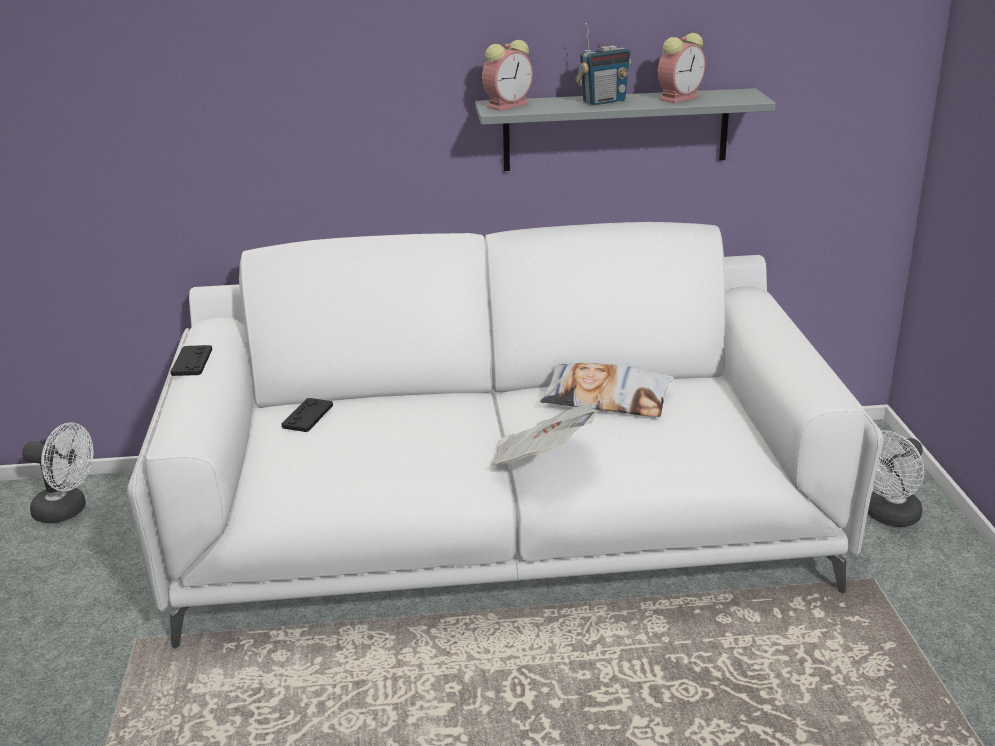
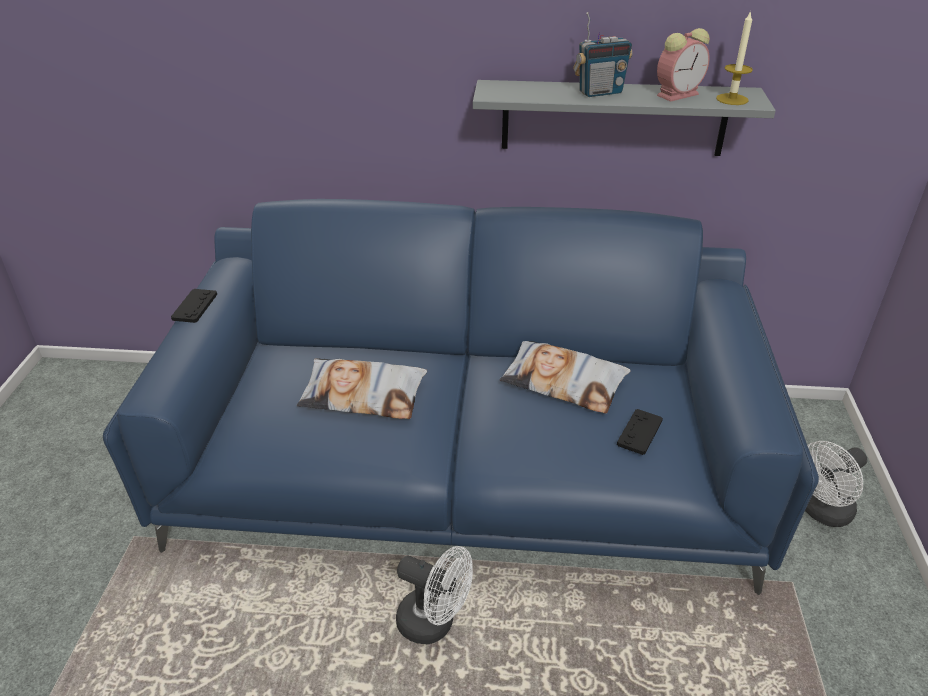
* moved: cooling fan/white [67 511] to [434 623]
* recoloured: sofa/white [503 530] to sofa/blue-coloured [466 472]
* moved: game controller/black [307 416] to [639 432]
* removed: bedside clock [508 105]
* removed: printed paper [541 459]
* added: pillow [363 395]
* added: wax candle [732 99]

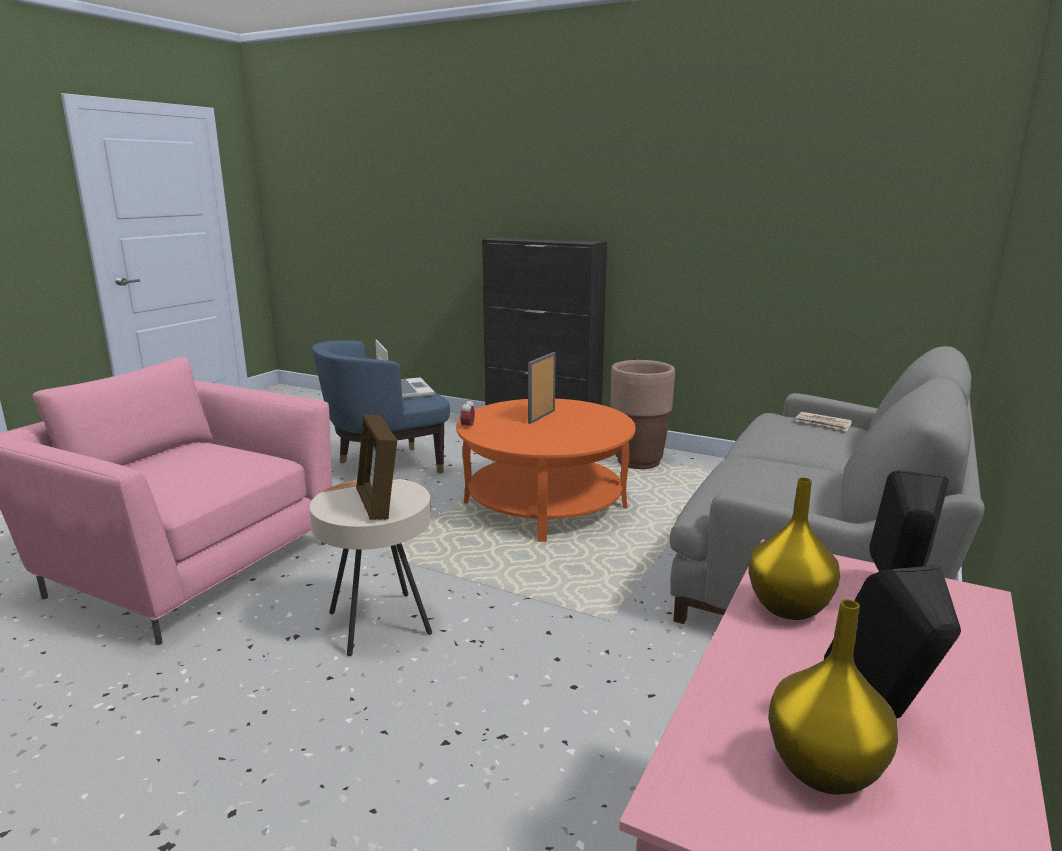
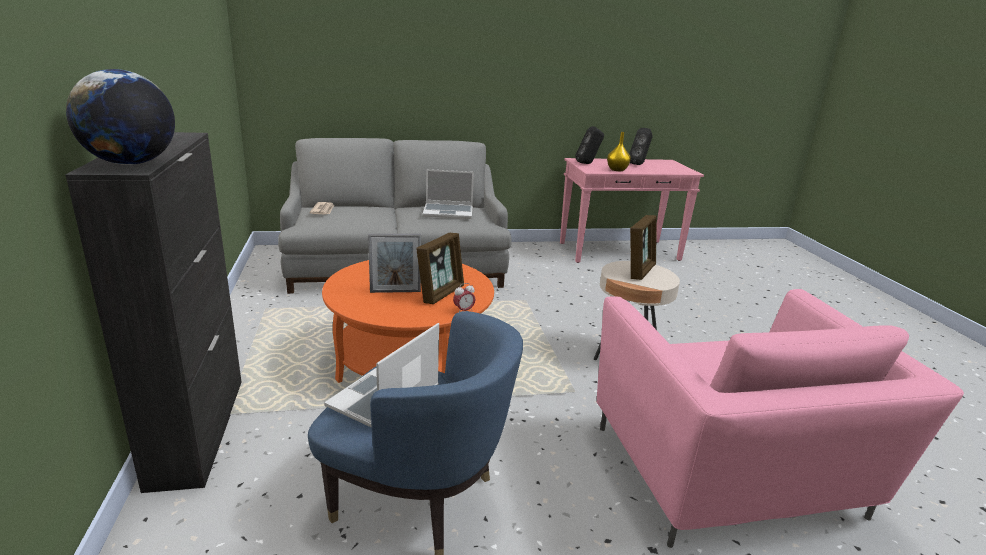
* removed: flower pot/brown-coloured [638 462]
* removed: decorative vase/yellow [826 770]
* added: world globe [131 163]
* added: photo frame [441 293]
* added: portable computer [449 212]

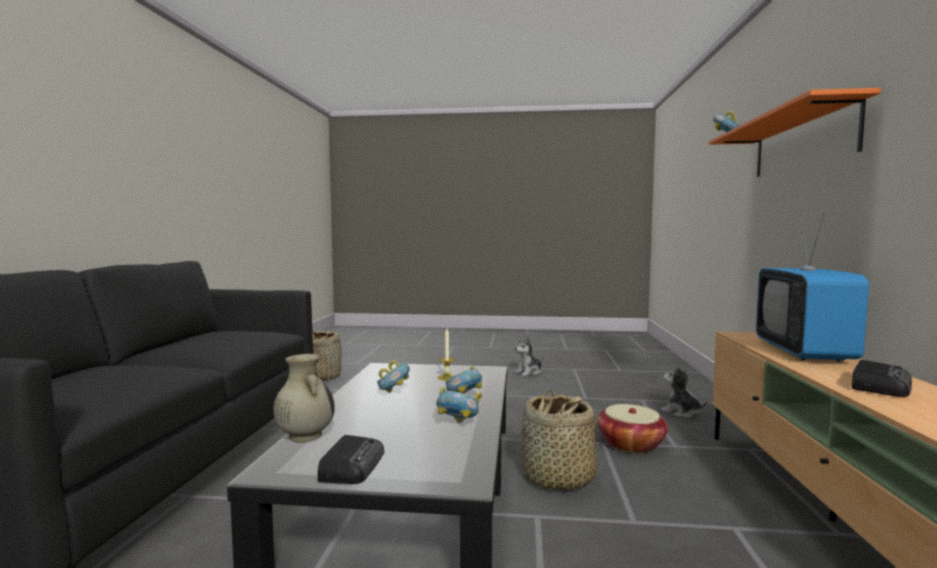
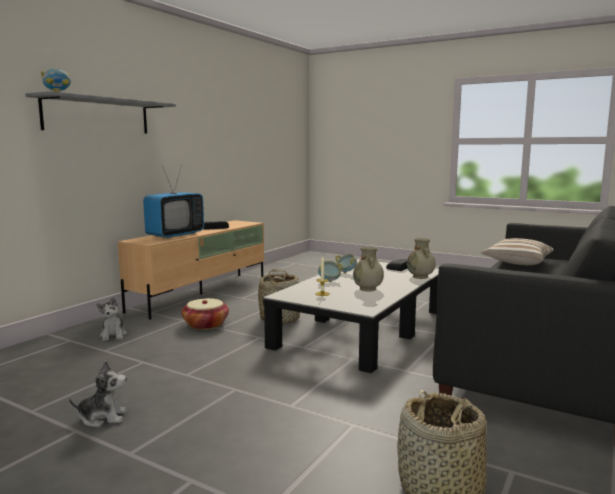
* replaced: bowl [393 392] to decorative vase/sand-coloured [368 289]
* recoloured: shelf/orange-coloured [802 143] to shelf/greyish [97 116]
* added: pillow [516 263]

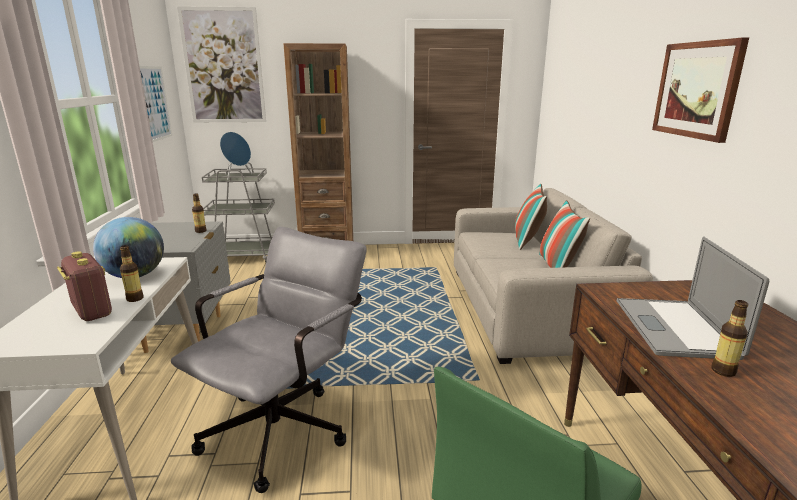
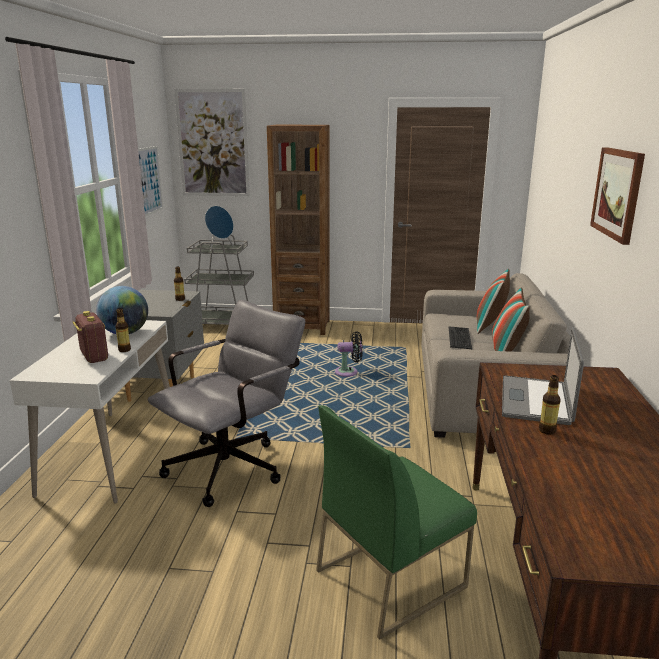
* added: cooling fan/black [349 372]
* added: computer keyboard [460 338]

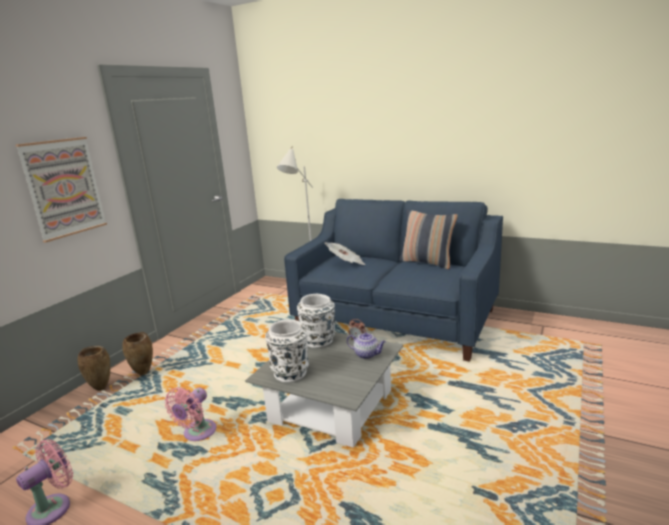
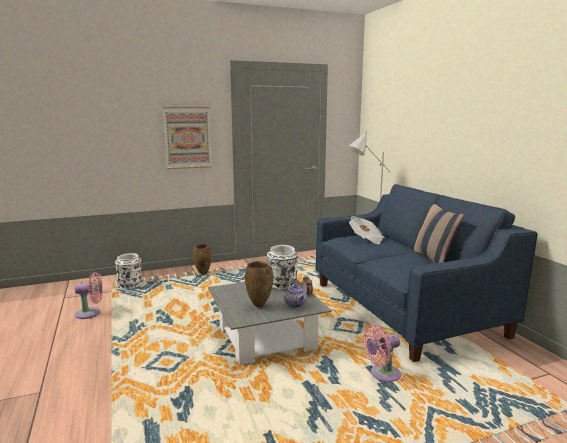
* moved: decorative vase/brown-coloured [102 388] to [260 306]
* moved: cooling fan/pinkish [197 433] to [382 374]
* moved: decorative vase/white [290 372] to [130 285]

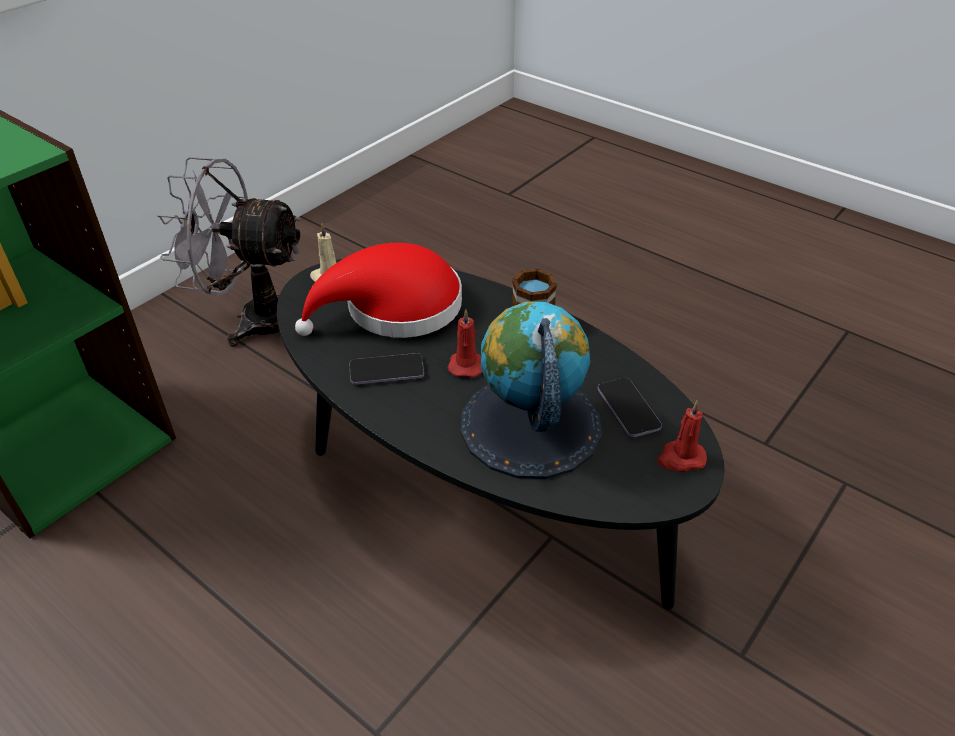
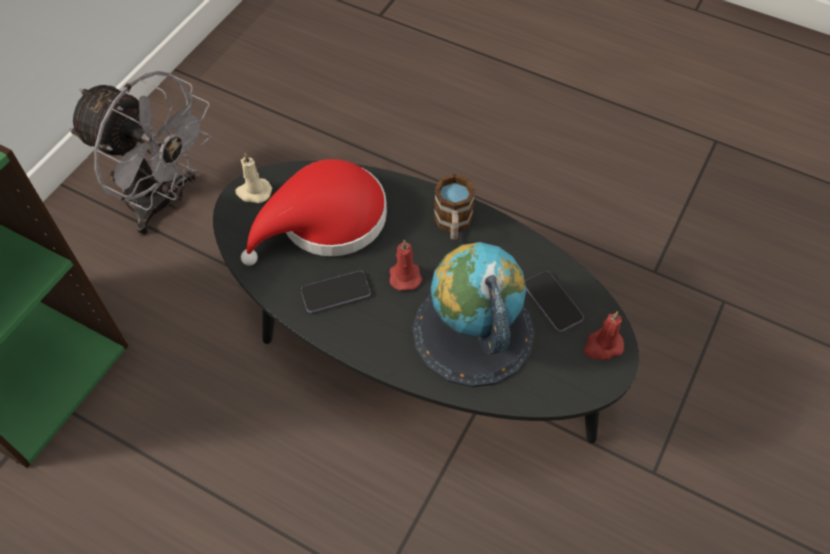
* turned: cooling fan/greyish [254 319] = [163 202] 150 degrees counterclockwise

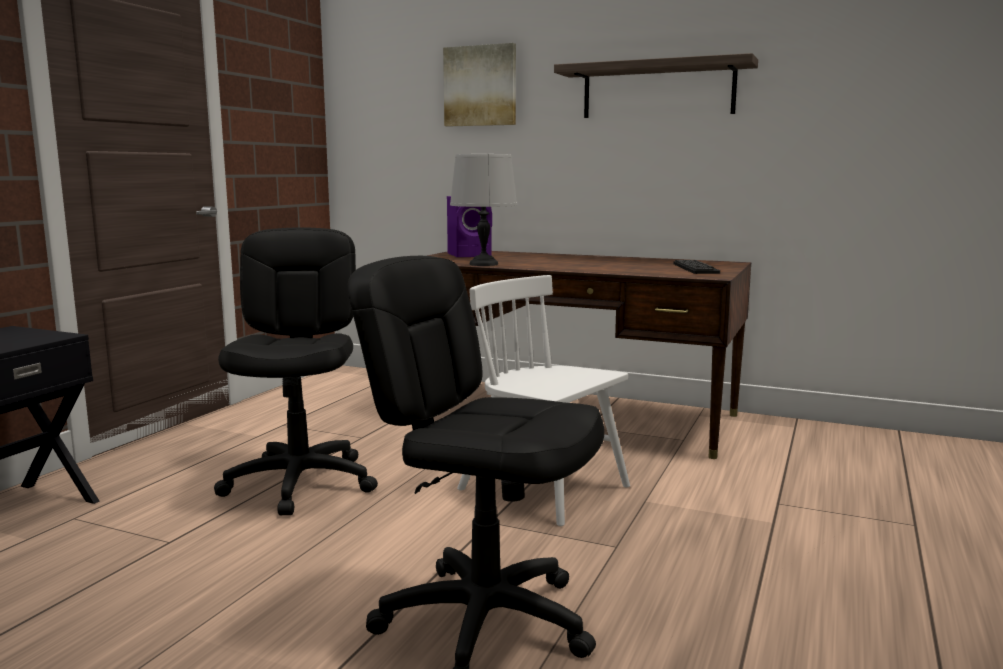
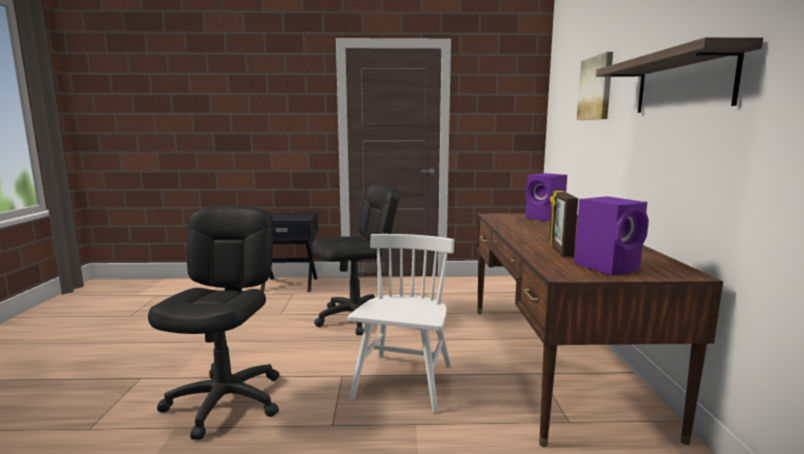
* removed: lamp for a table/greyish [483 264]
* replaced: computer keyboard [695 268] to speaker/purplish [608 267]
* added: photo frame [559 250]

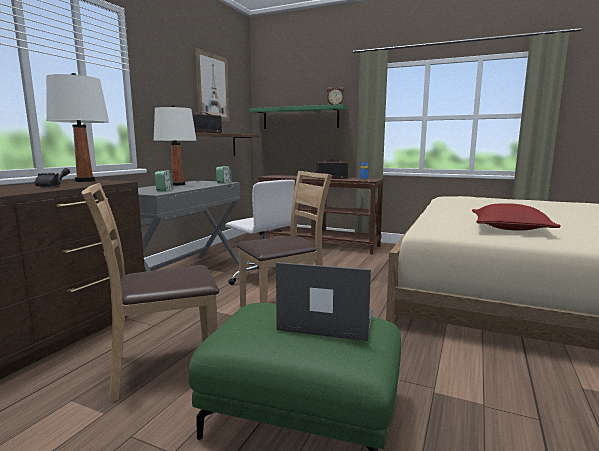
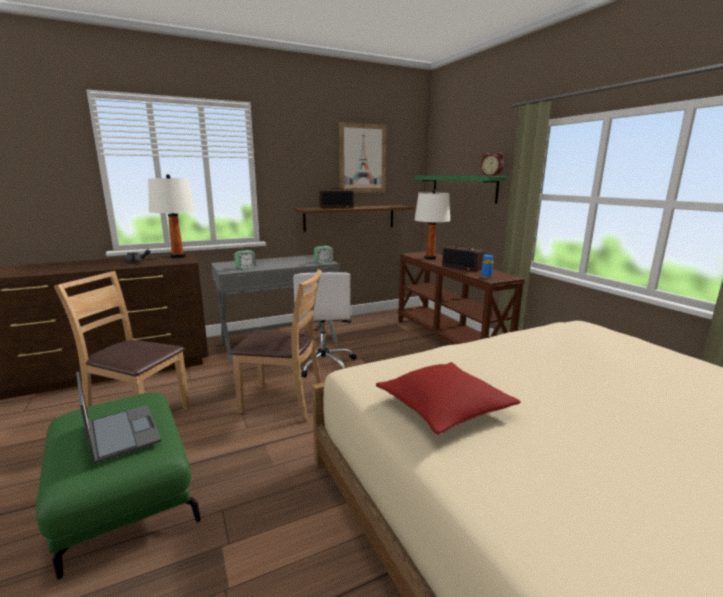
* moved: lamp for a table/white [178 185] to [430 258]

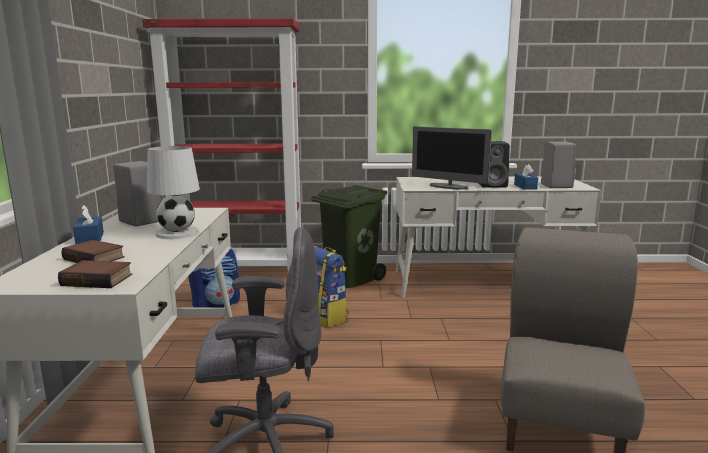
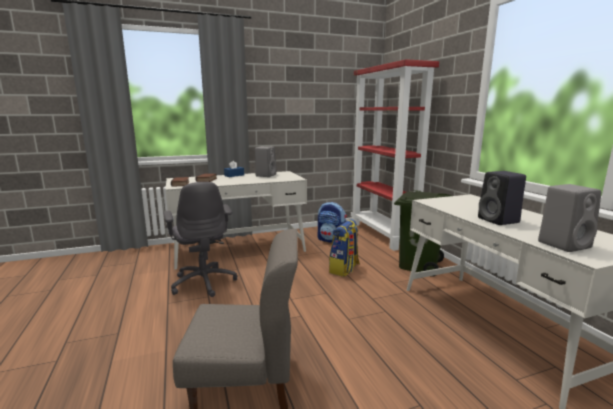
* removed: lamp for a table/white [178 233]
* removed: monitor [448 187]
* removed: box of tissues/blue-coloured [525 187]

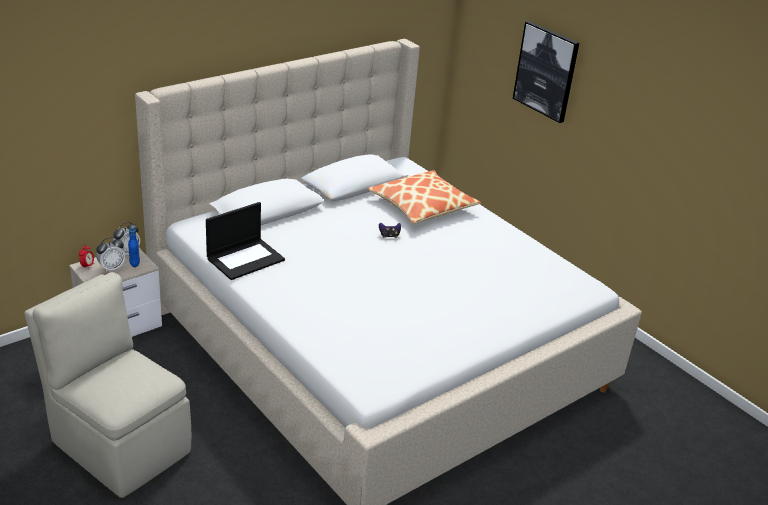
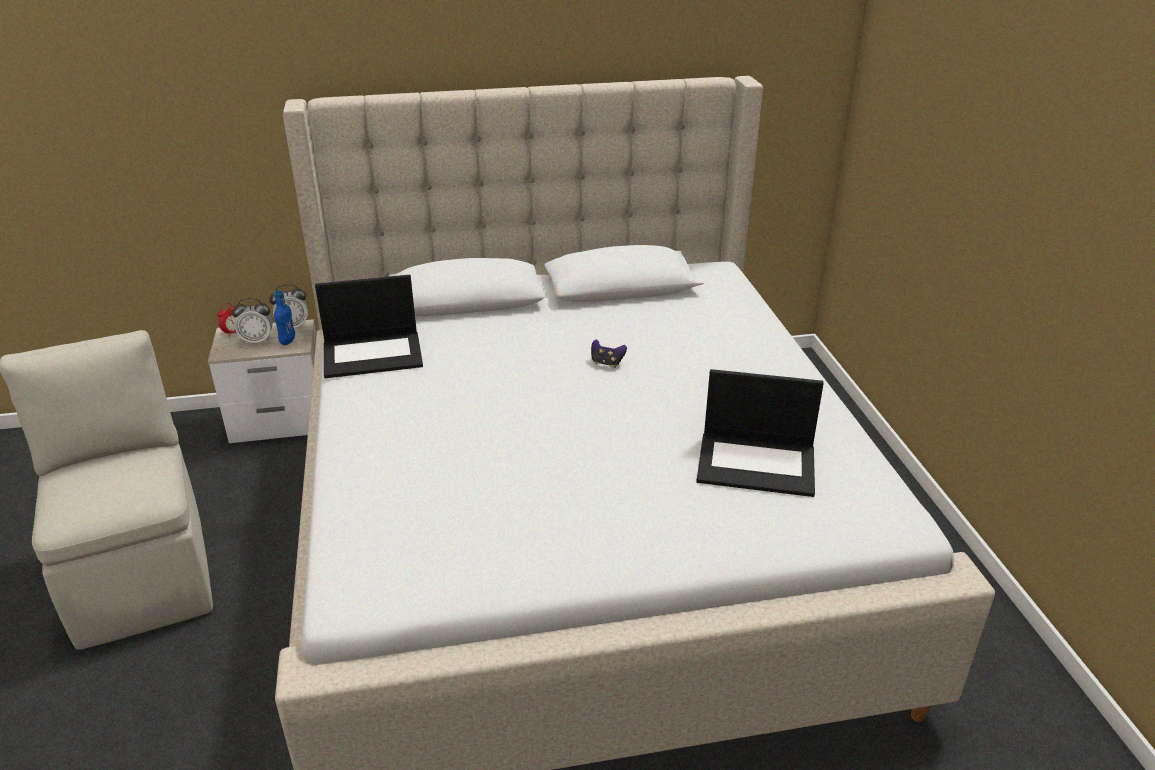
* removed: pillow [422 206]
* removed: wall art [546 71]
* added: portable computer [757 463]

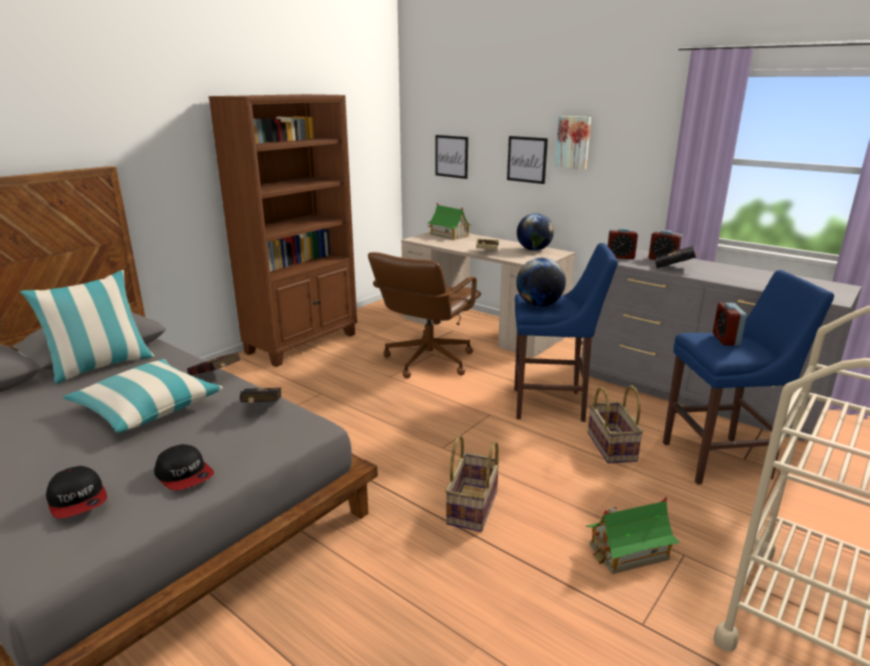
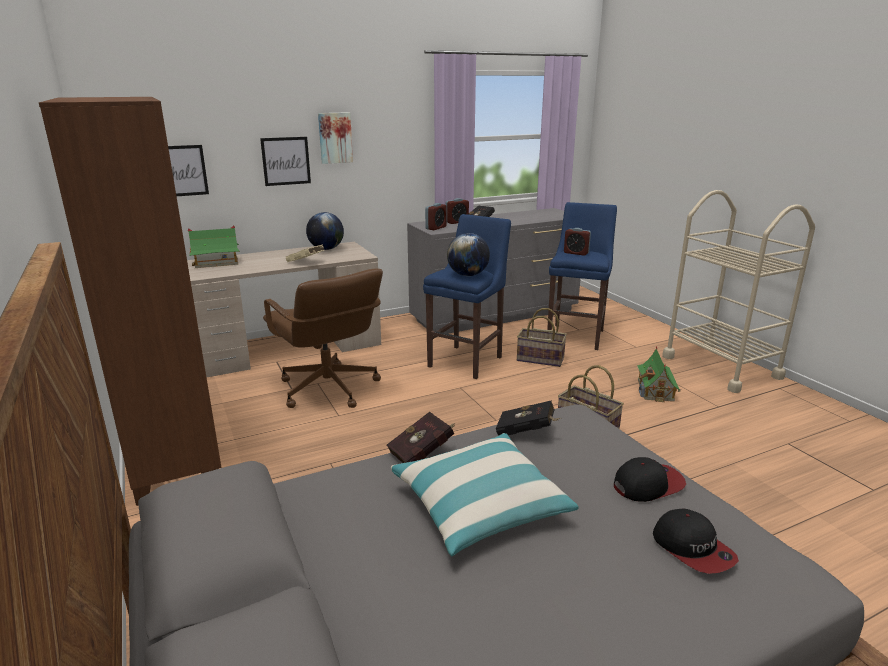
* removed: pillow [101 366]
* turned: baseball cap [78 500] = [693 548] 75 degrees clockwise

